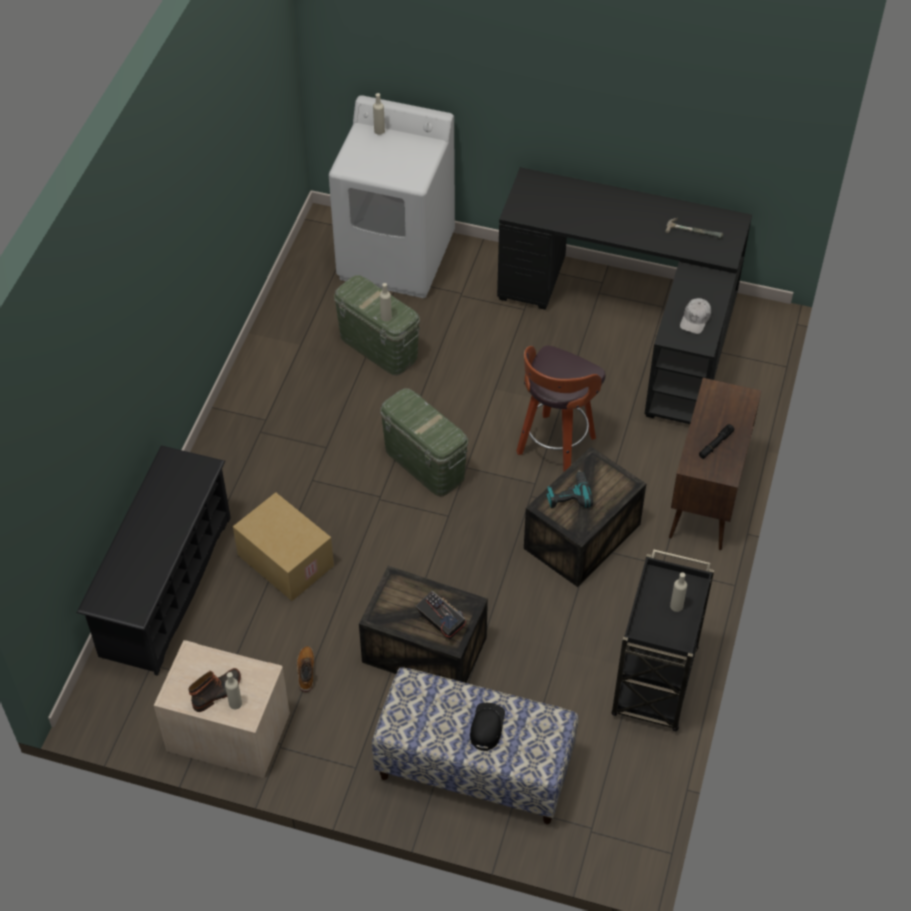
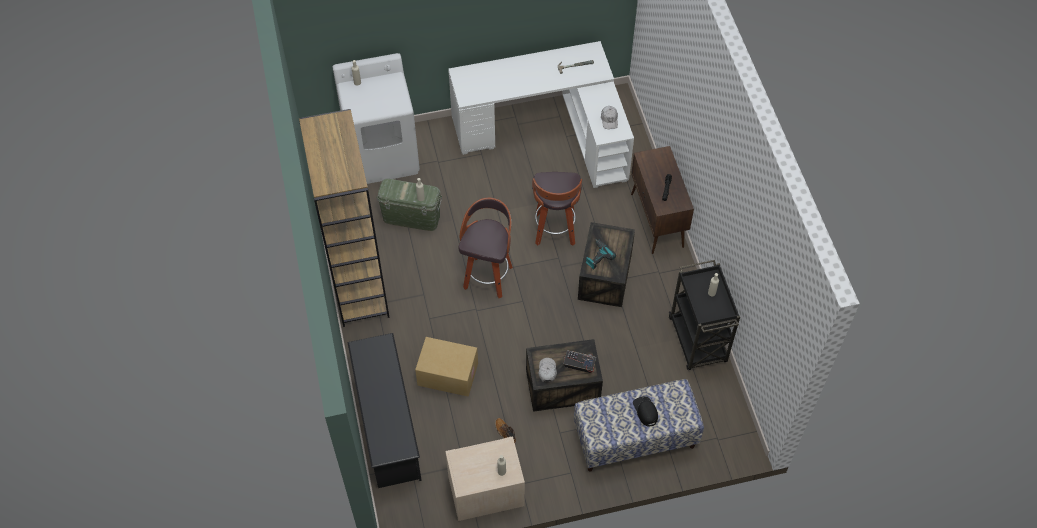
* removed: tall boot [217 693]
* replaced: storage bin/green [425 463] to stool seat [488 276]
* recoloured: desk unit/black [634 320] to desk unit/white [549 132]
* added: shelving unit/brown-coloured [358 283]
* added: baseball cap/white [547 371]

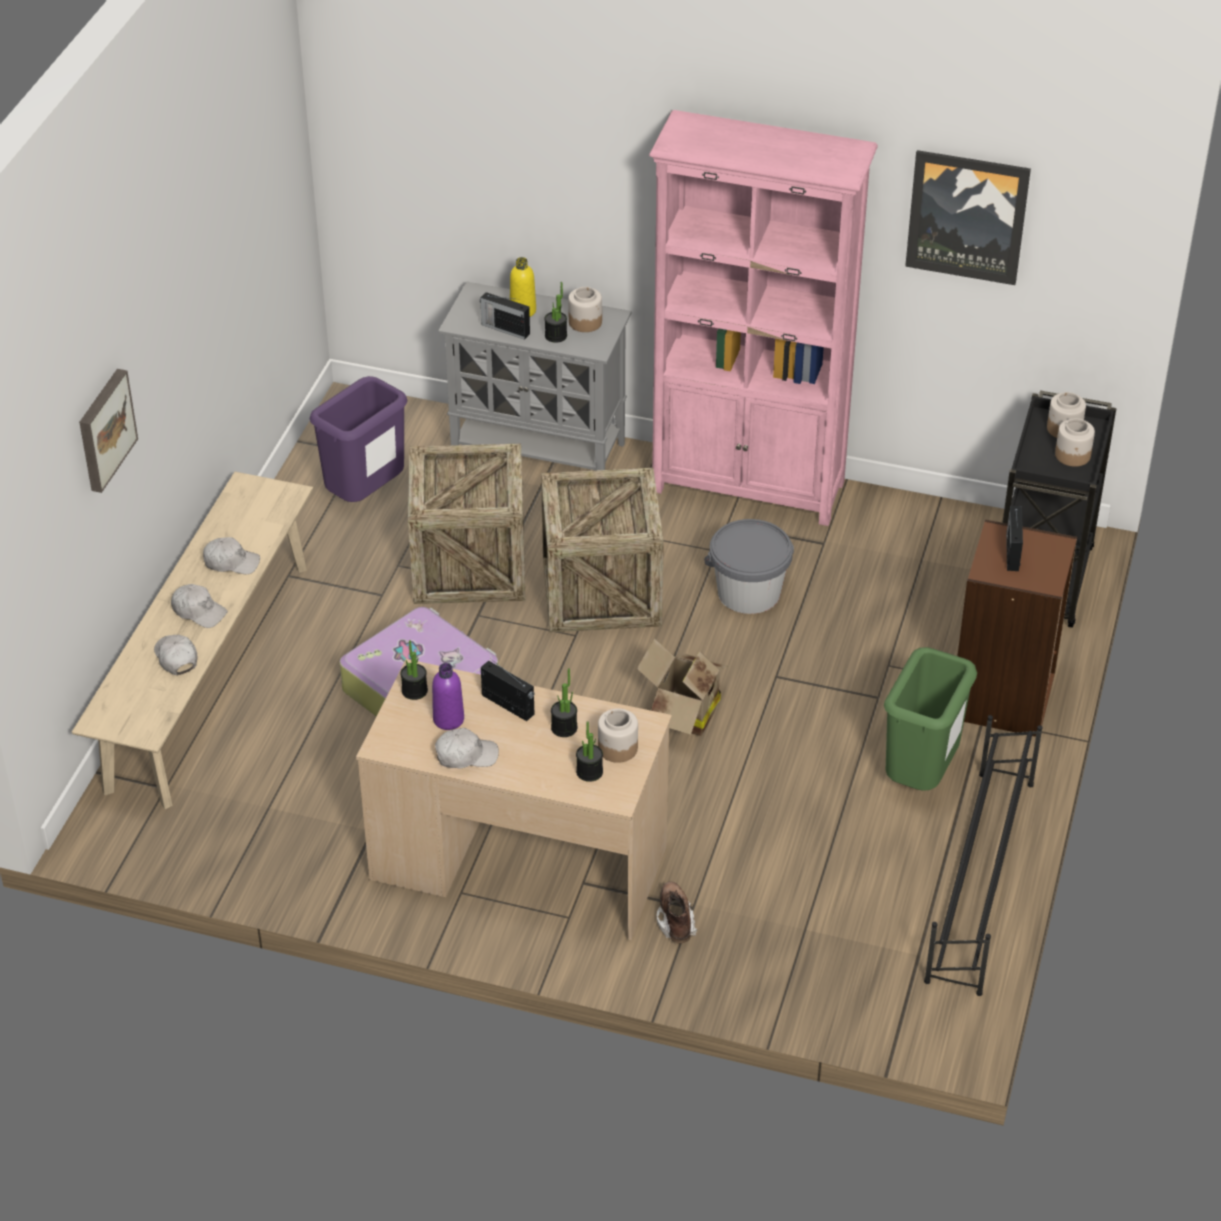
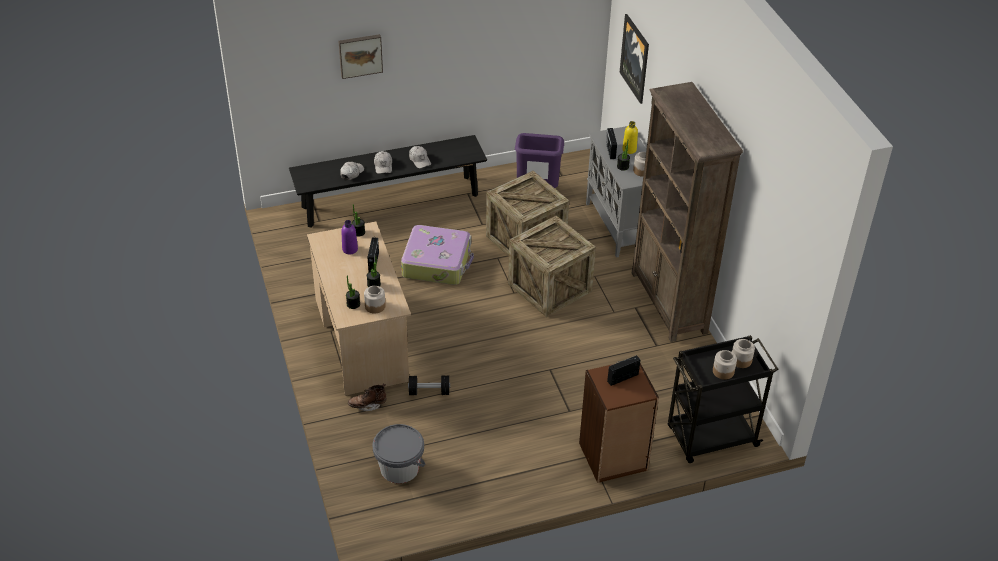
* recoloured: long seat/sand-coloured [208 675] to long seat/black [390 201]
* removed: baseball cap/white [466 755]
* removed: carton [681 715]
* recoloured: shelving unit/pinkish [749 487] to shelving unit/brown-coloured [669 303]
* turned: tall boot/brown-coloured [675 921] = [367 405] 150 degrees counterclockwise
* moved: pail/greyish [748 592] to [399 468]
* removed: waste bin/green [921 778]
* moved: wall art [967 216] to [635 58]
* removed: shoe stand/black [979 880]
* added: hand weight/black [429 392]

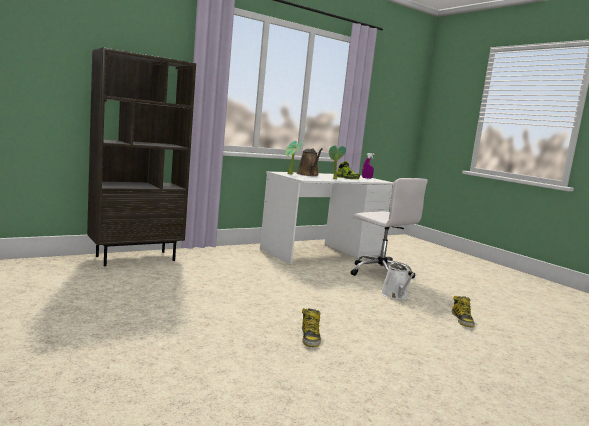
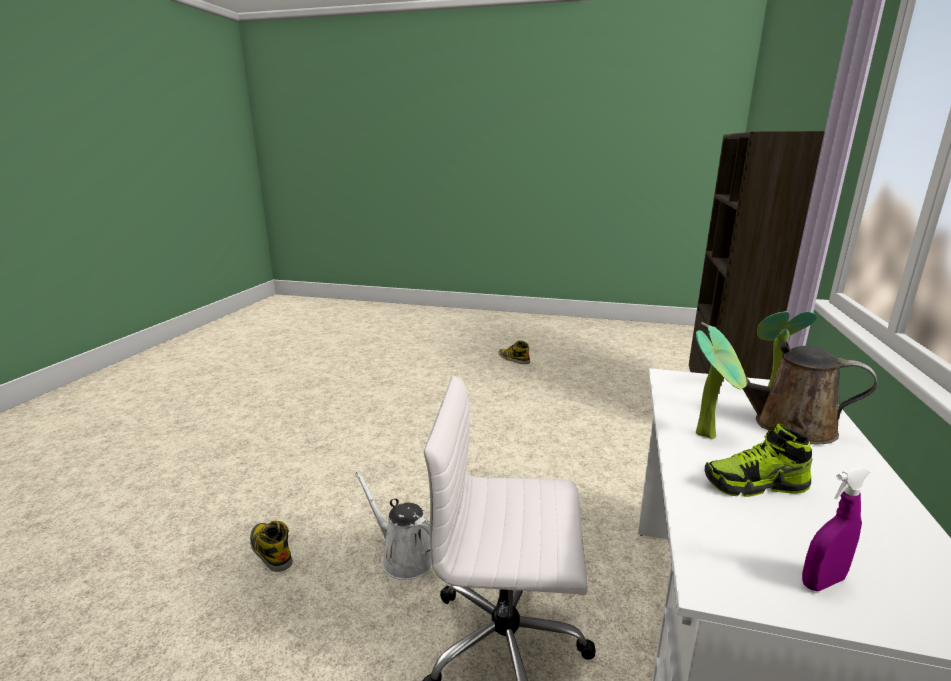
* moved: tall boot [310 337] to [513 359]

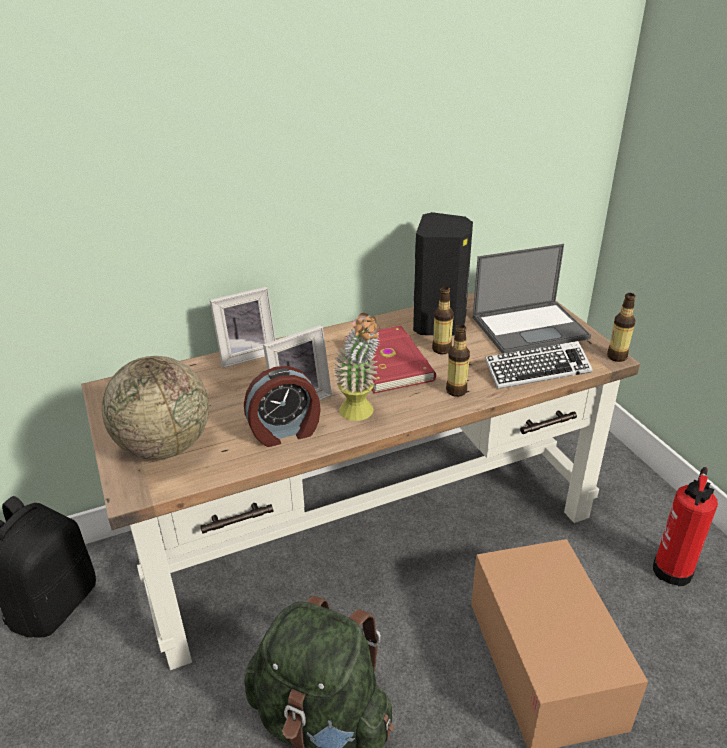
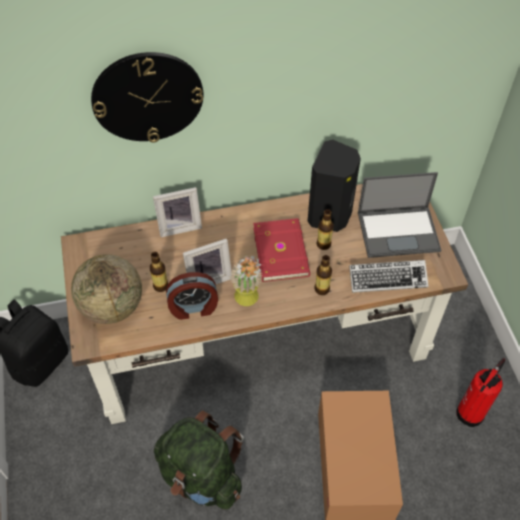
* moved: bottle [617 357] to [160 286]
* added: clock on the wall [147 97]

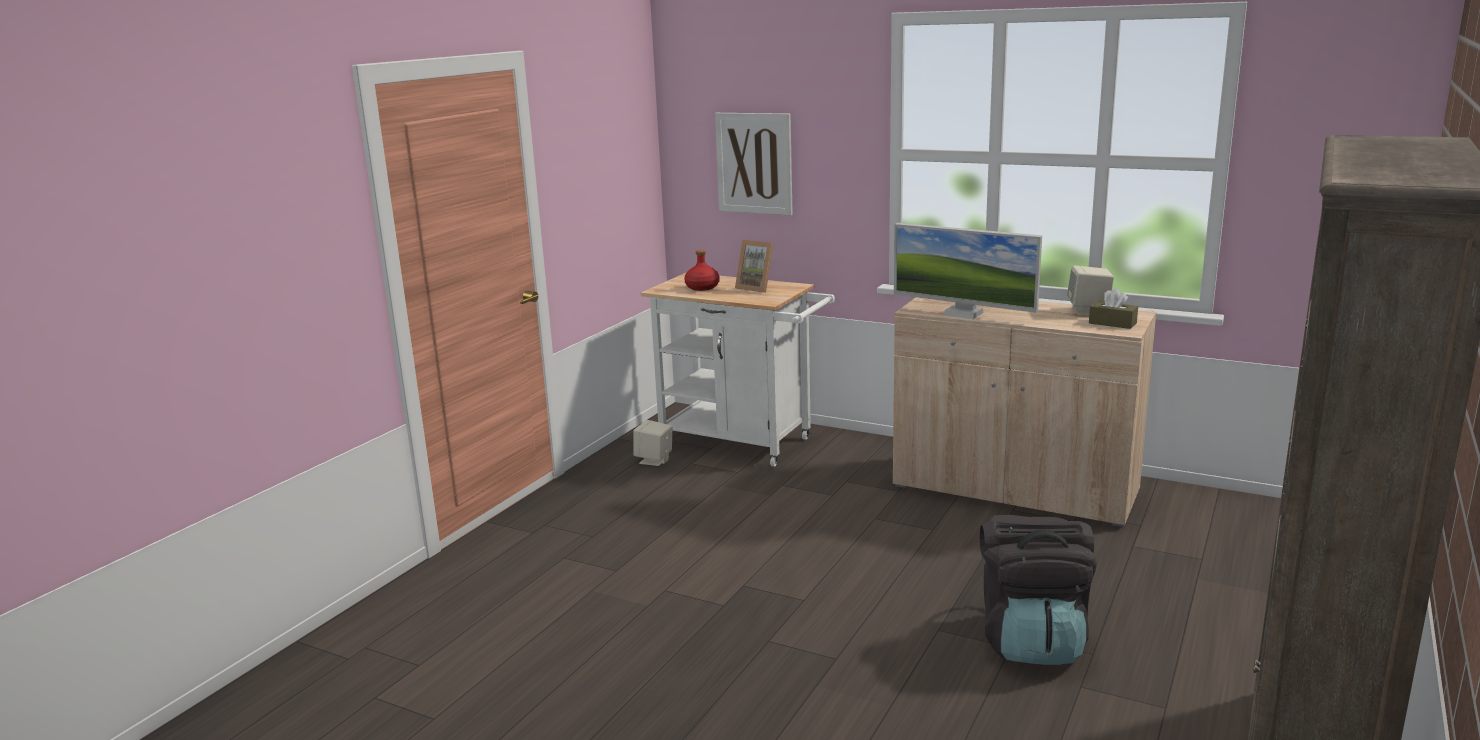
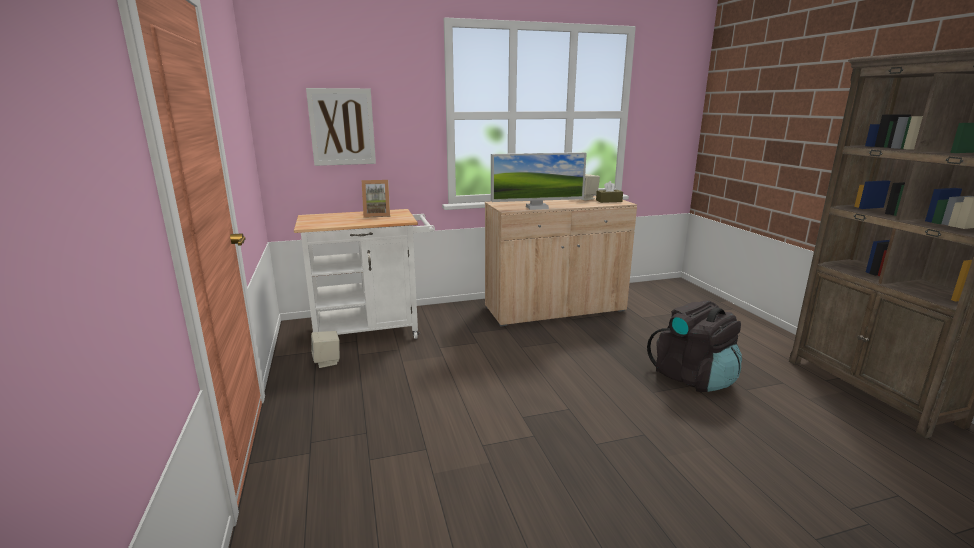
* removed: bottle/reddish [702 287]

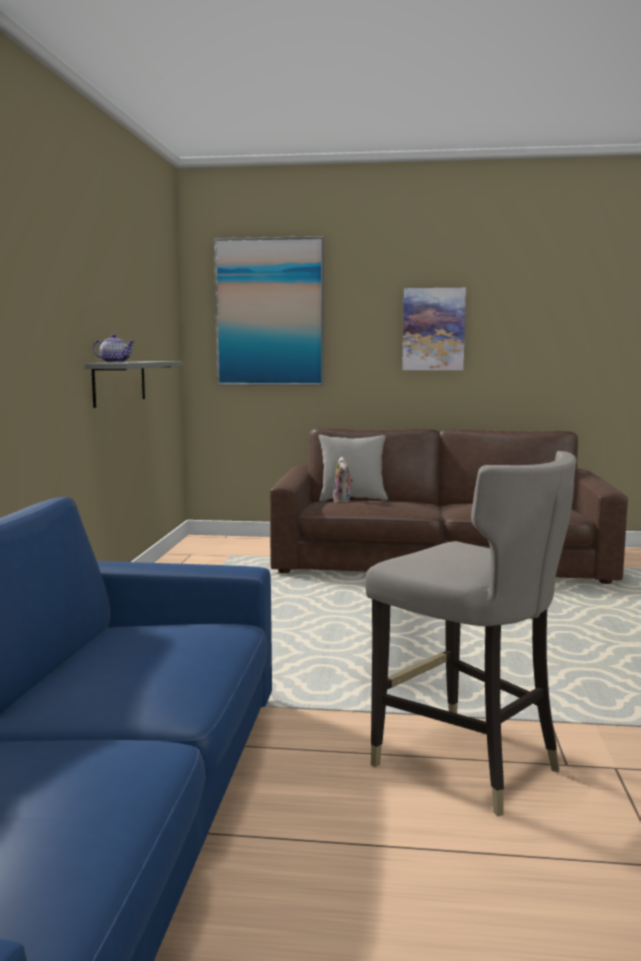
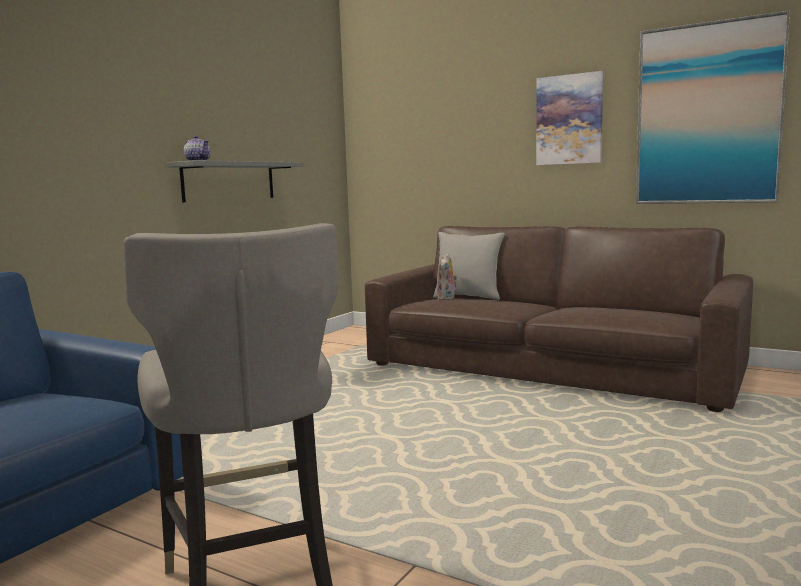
* moved: wall art [269 312] to [707 114]

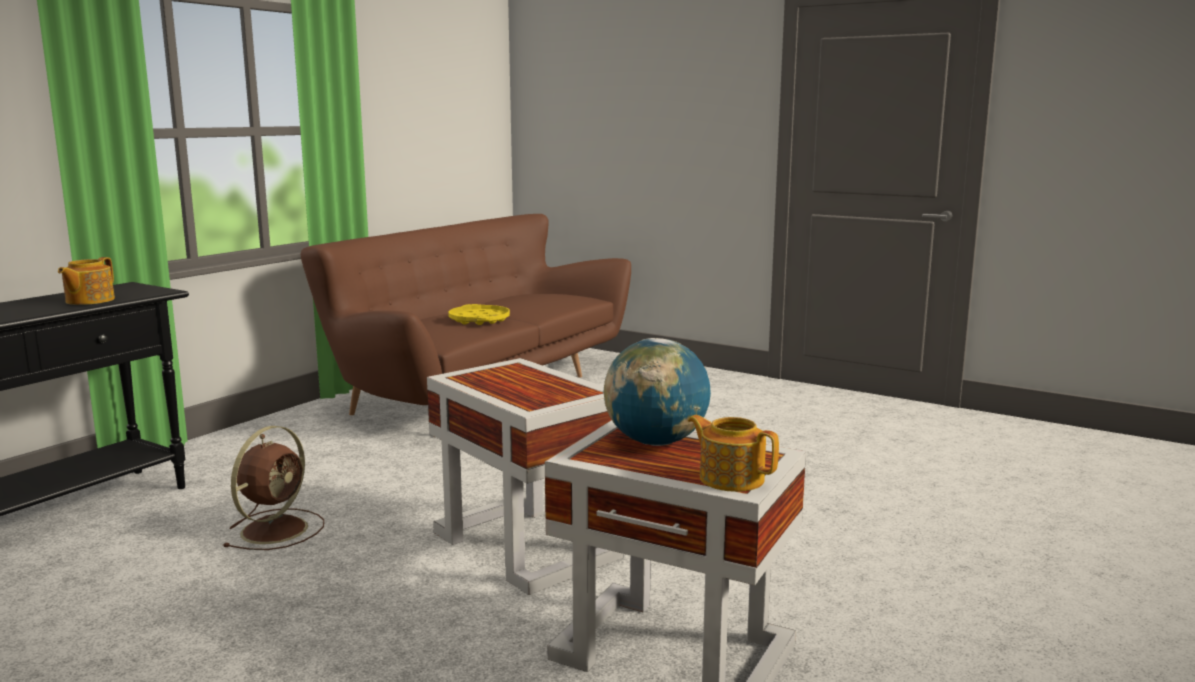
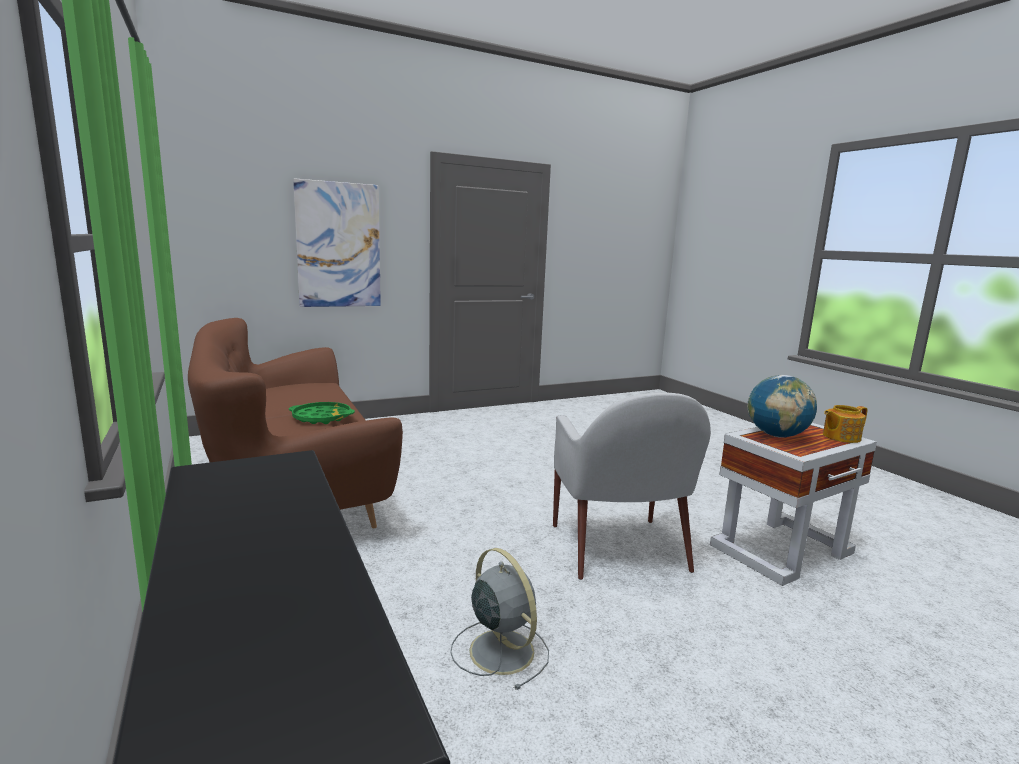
* removed: tea pot [89 300]
* recoloured: cooling fan/brown-coloured [276 529] to cooling fan/greyish [500 649]
* replaced: accent table/white [524 544] to easy chair/white [619 549]
* recoloured: carrying tray/yellow [479 320] to carrying tray/green [322 417]
* added: wall art [339 245]

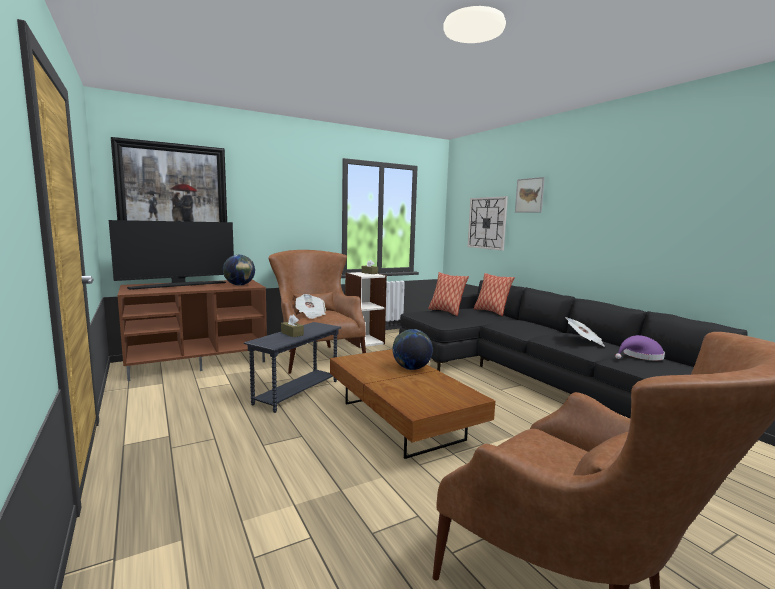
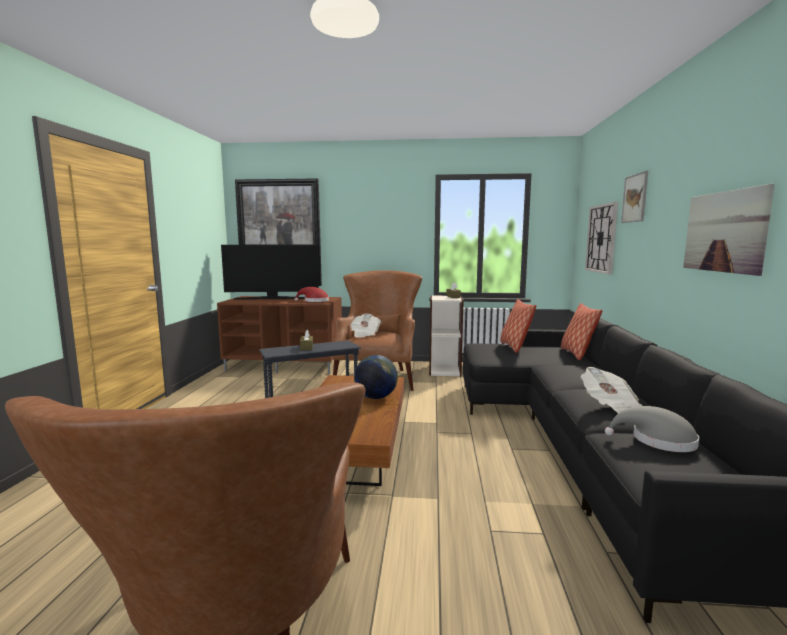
* replaced: world globe [239 285] to wearable hat/reddish [314 301]
* recoloured: wearable hat/purplish [640 356] to wearable hat/greyish [658 441]
* added: wall art [724 231]

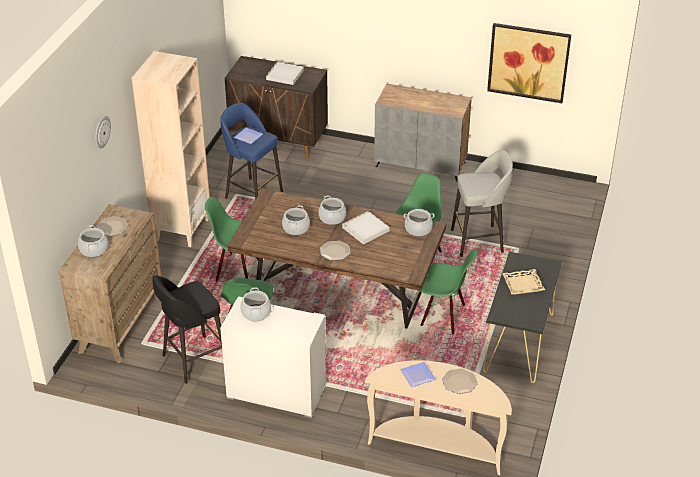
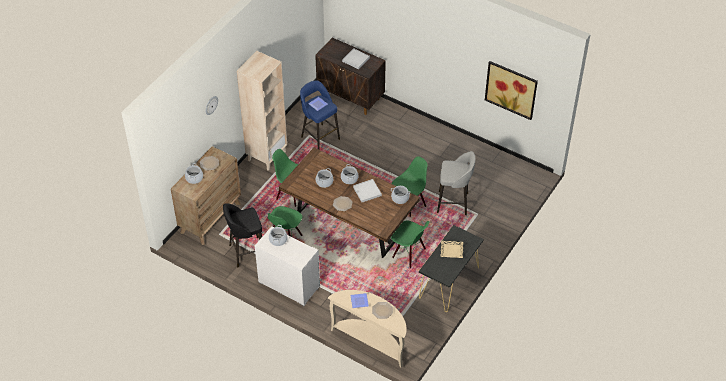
* removed: cupboard/greyish [421 164]

